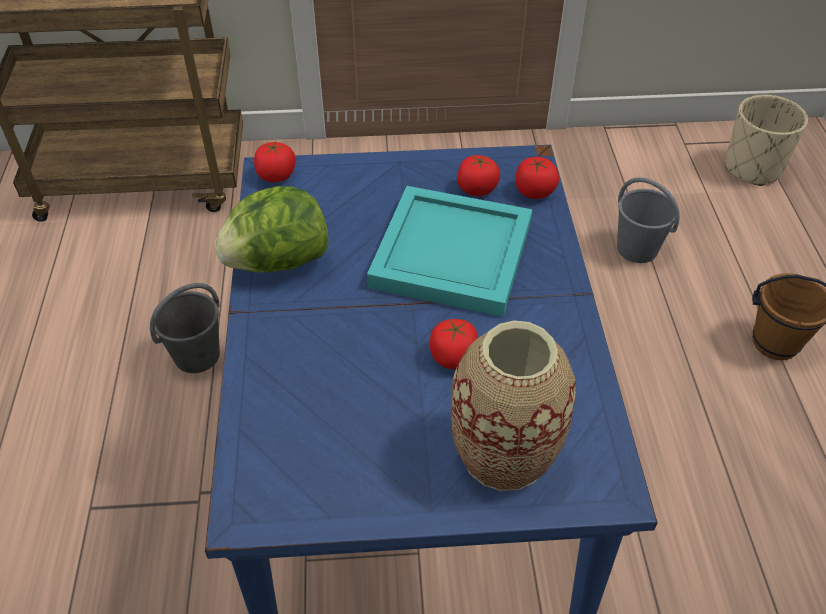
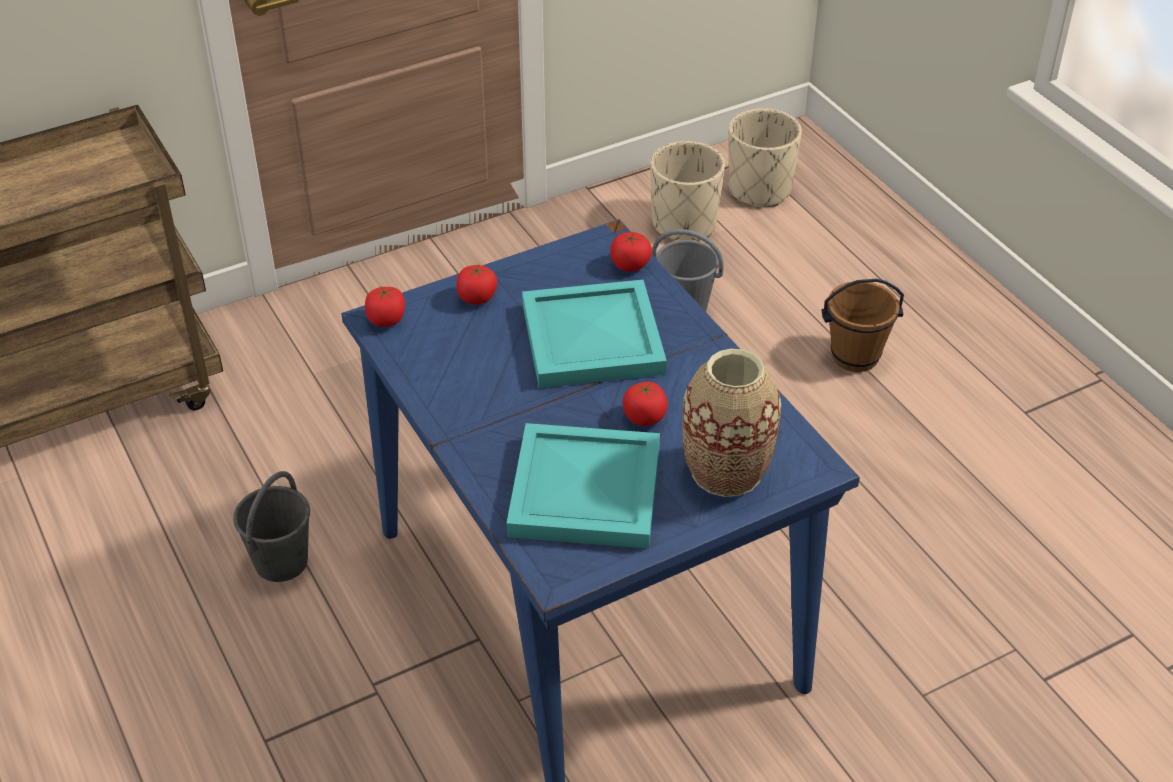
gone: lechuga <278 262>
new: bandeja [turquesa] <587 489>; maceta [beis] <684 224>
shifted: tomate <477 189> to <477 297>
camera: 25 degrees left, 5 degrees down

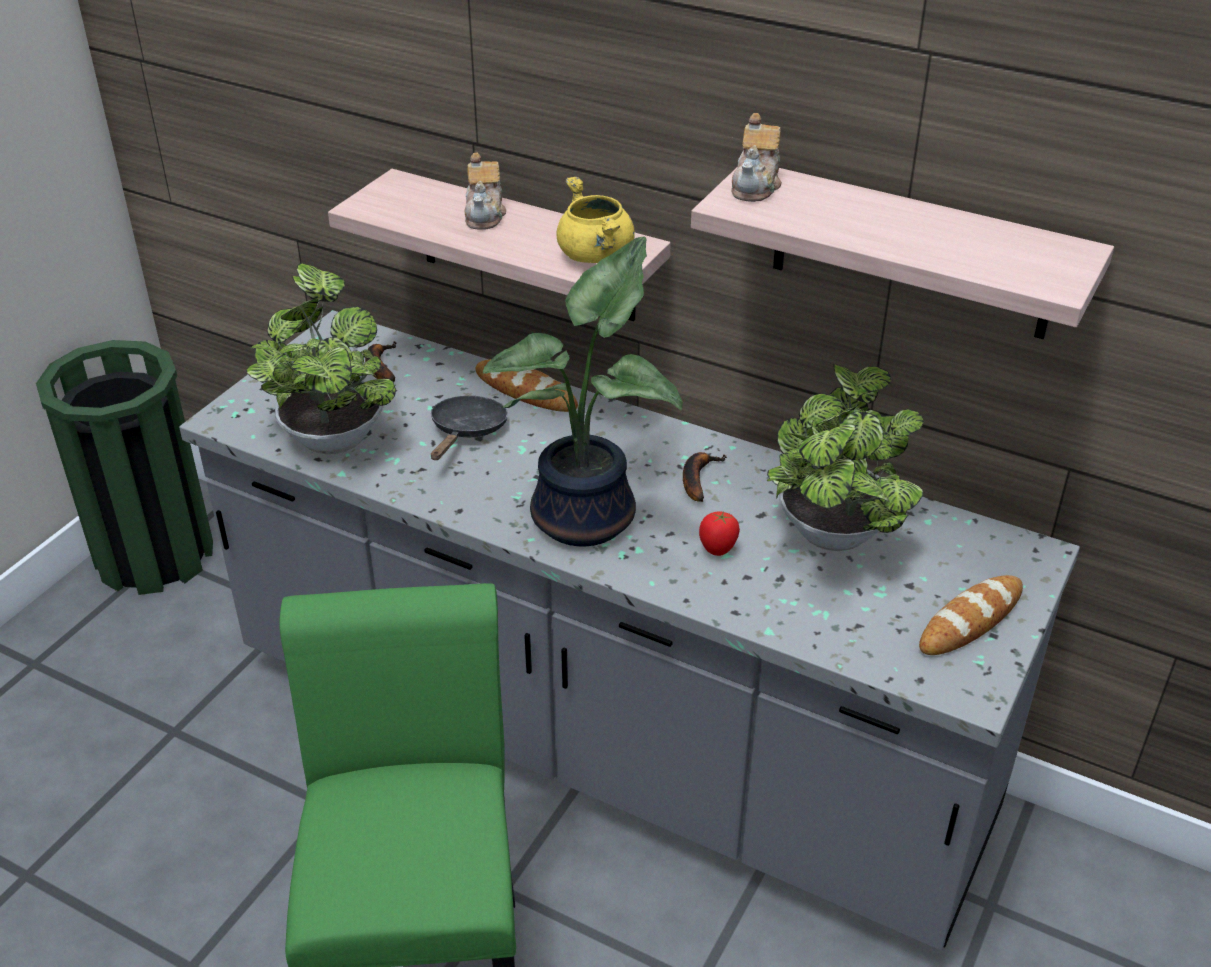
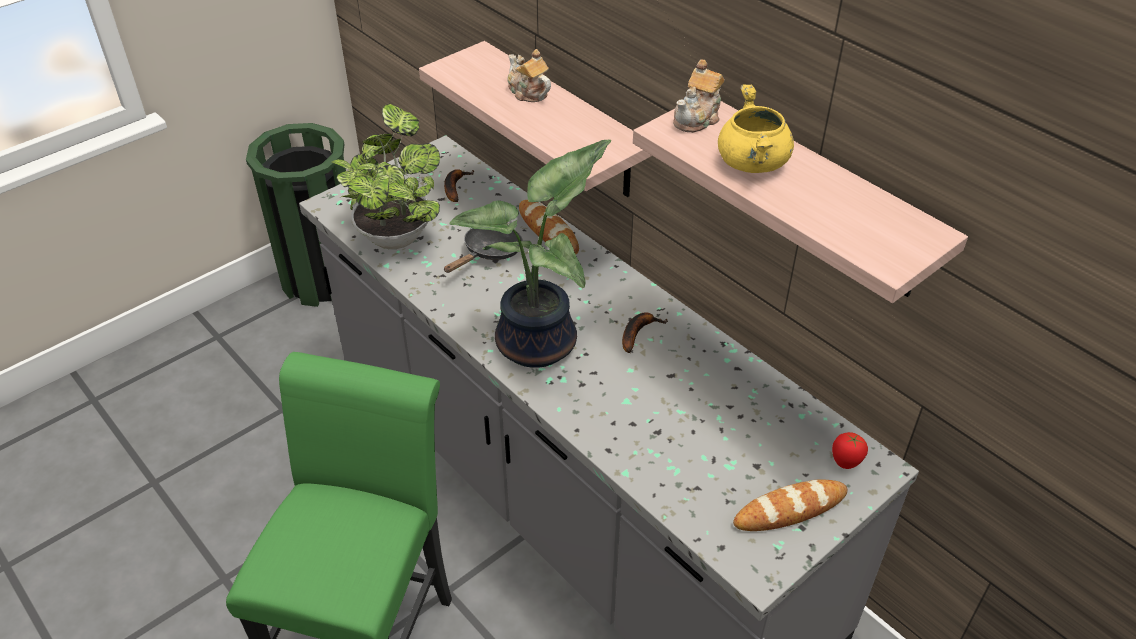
gone: planta en maceta <832 538>
shifted: olla [amarillo] <596 256> to <753 163>; tomate <717 550> to <845 463>
rotated: tetera <485 215> = <528 92> 120 degrees clockwise
camera: 20 degrees right, 5 degrees up

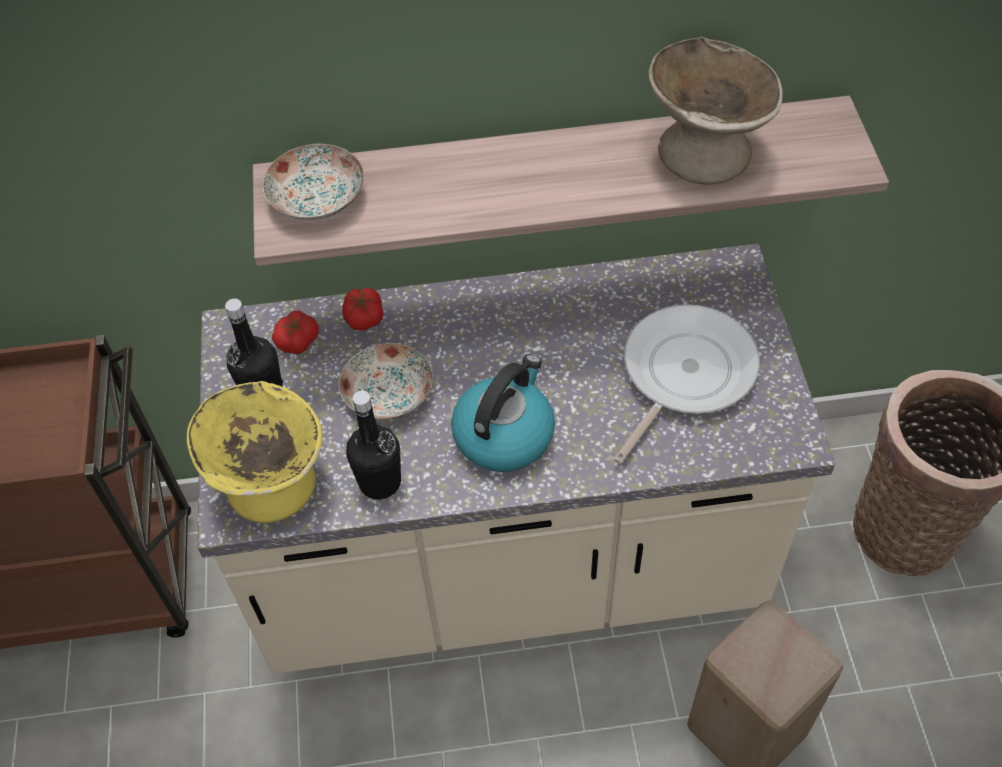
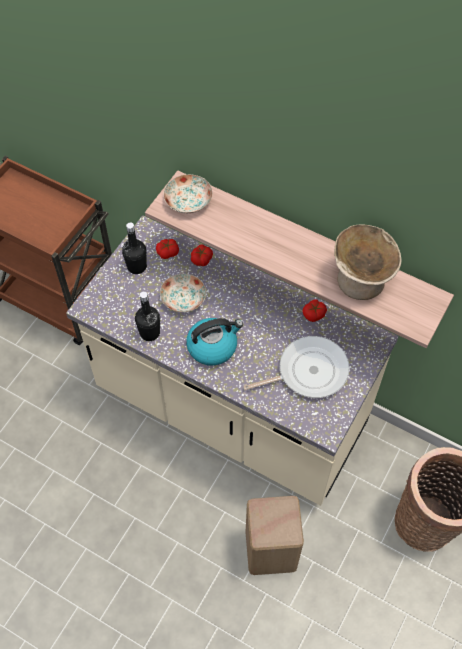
gone: cuenco [amarillo] <270 484>
new: tomate <314 314>
camera: 35 degrees right, 5 degrees up

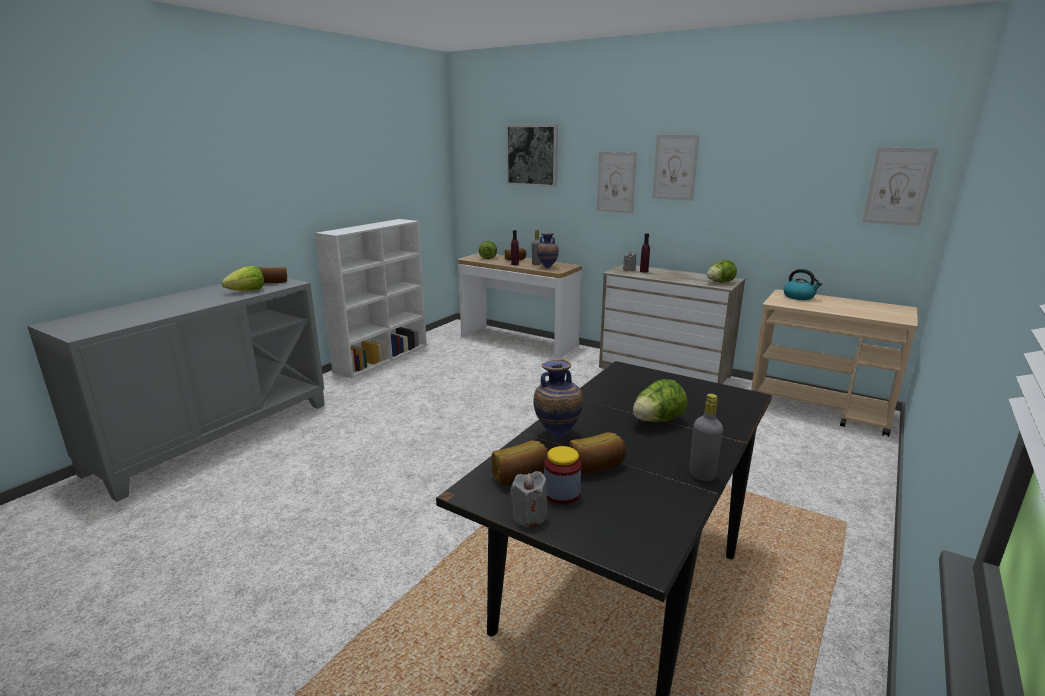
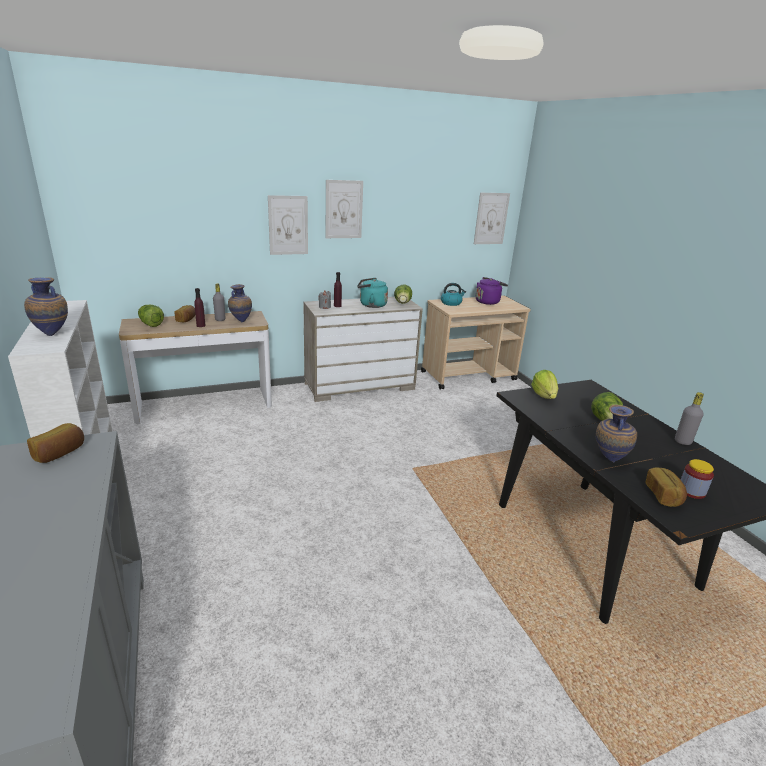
gone: cuadro <532 155>; vela [gris] <529 516>; pan <597 466>
new: florero <53 334>; hervidor [turquesa] <371 305>; hervidor [morado] <488 302>
shifted: lechuga <247 291> to <544 396>
camera: 55 degrees left, 5 degrees up

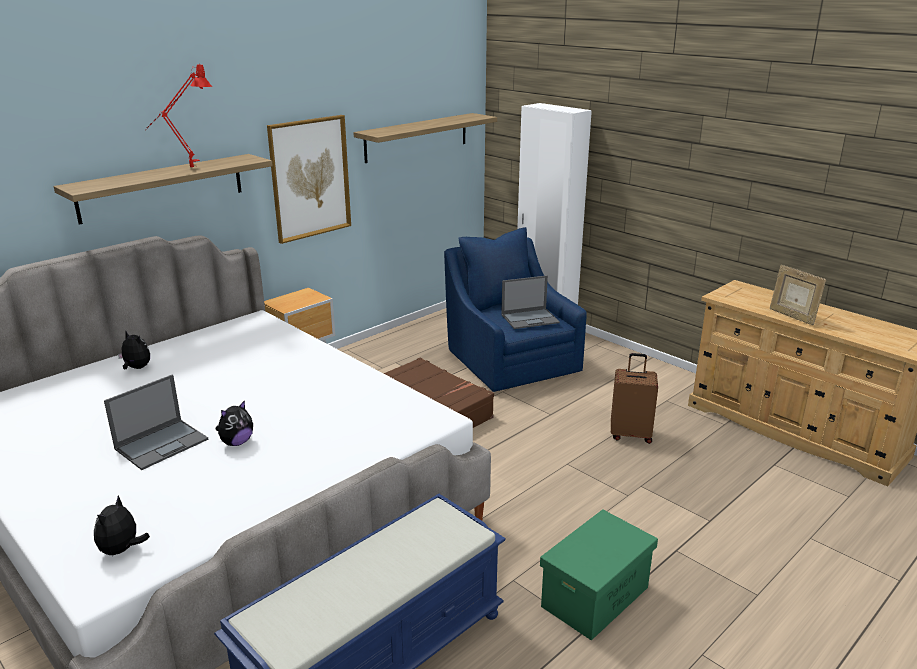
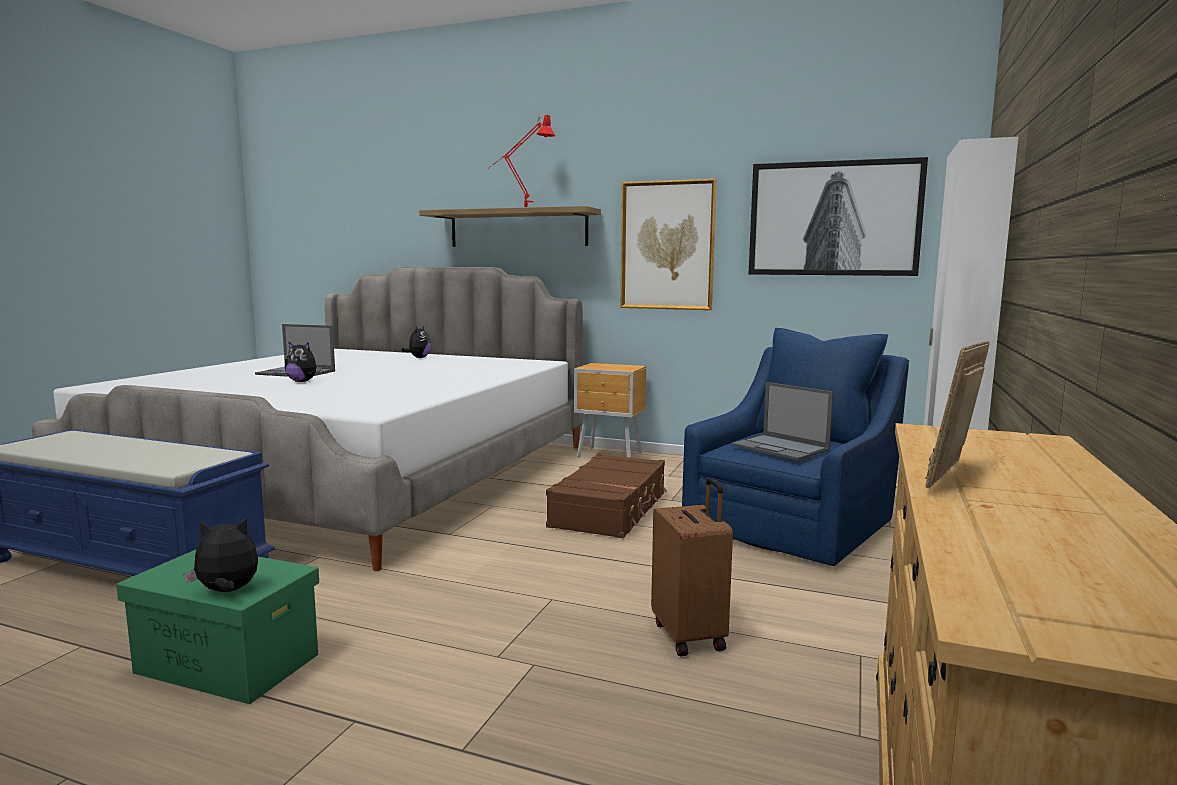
shifted: peluche <122 550> to <227 591>
swapped: estante <417 137> to cuadro <833 219>
camera: 65 degrees right, 15 degrees down

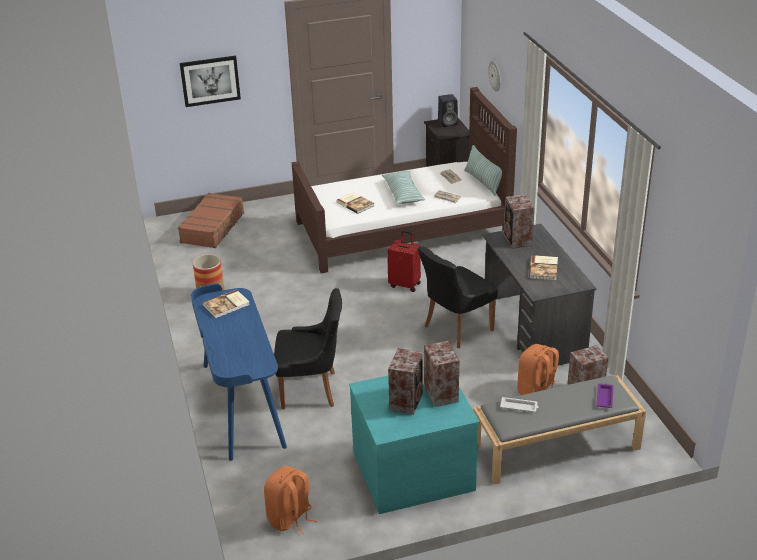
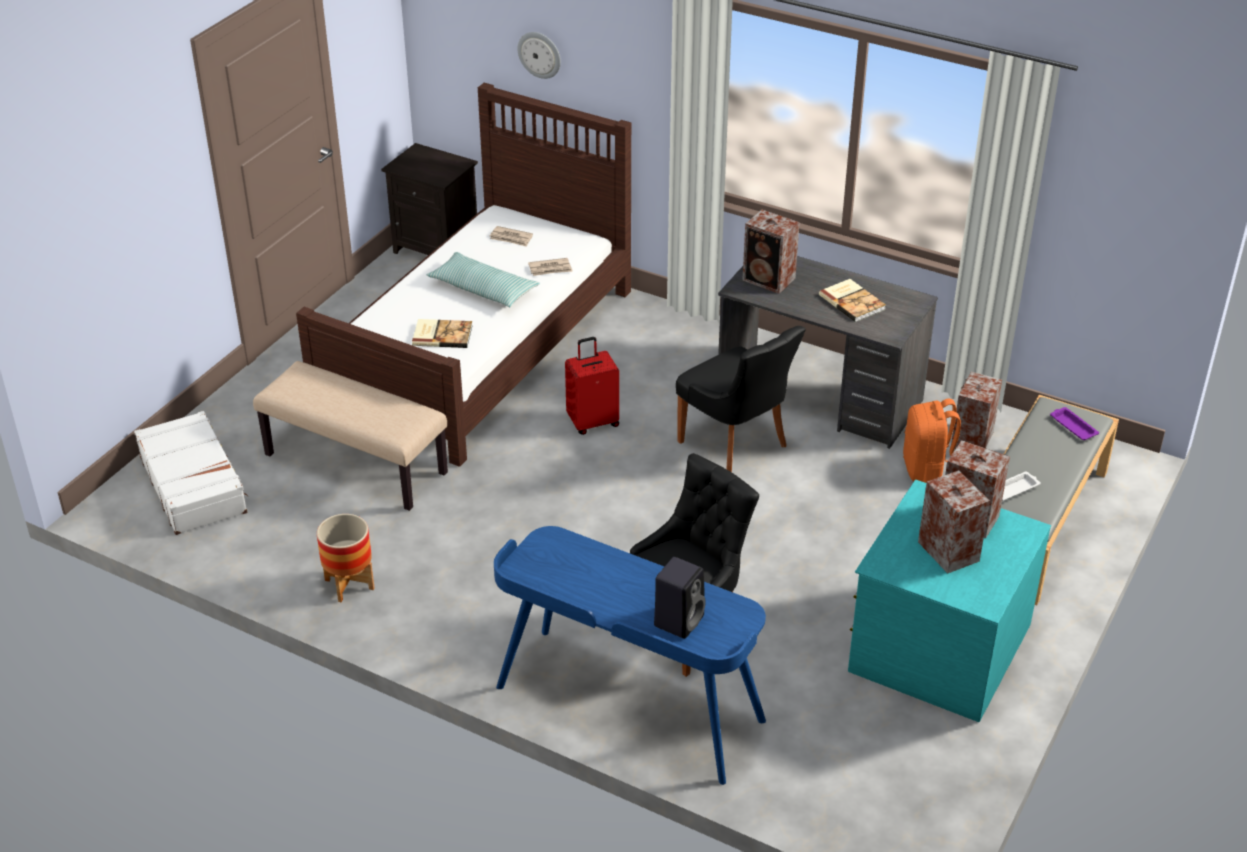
gone: cuadro <210 80>; libro <227 305>; mochila [naranja] <290 518>; cojín <483 182>
new: banco [beis] <357 463>
shifted: altavoz [negro] <448 123> to <679 620>
repainted: maleta [marrón] <213 228> to maleta [blanco] <194 484>
rotated: silla [negro] <456 328> = <736 445> 45 degrees counterclockwise
camera: 45 degrees left, 5 degrees up

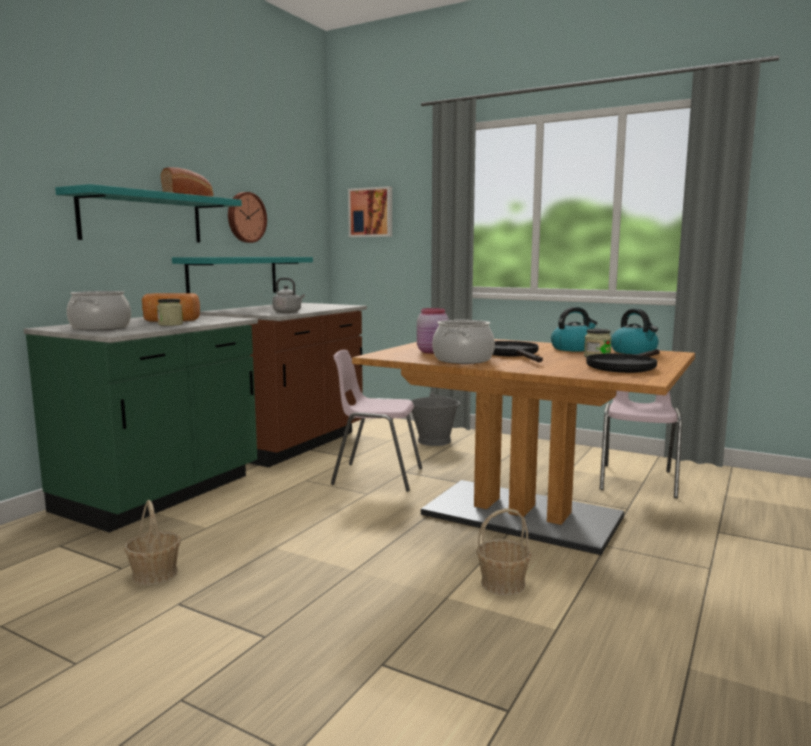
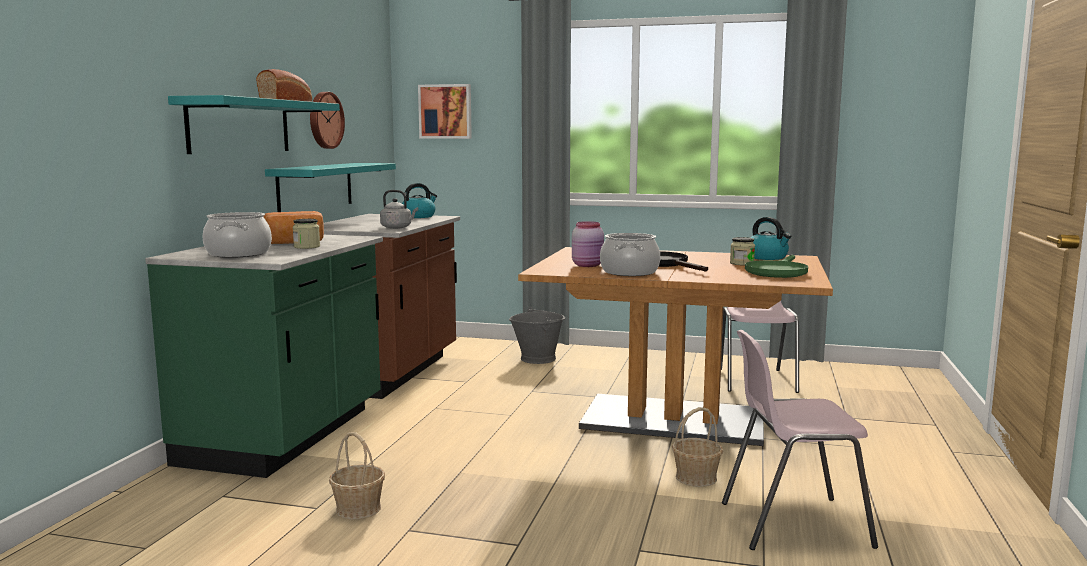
shifted: silla [rosa] <376 476> to <792 523>; hervidor <573 348> to <418 216>
repainted: sartén [negro] <624 366> to sartén [verde] <777 271>
camera: 15 degrees left, 0 degrees up

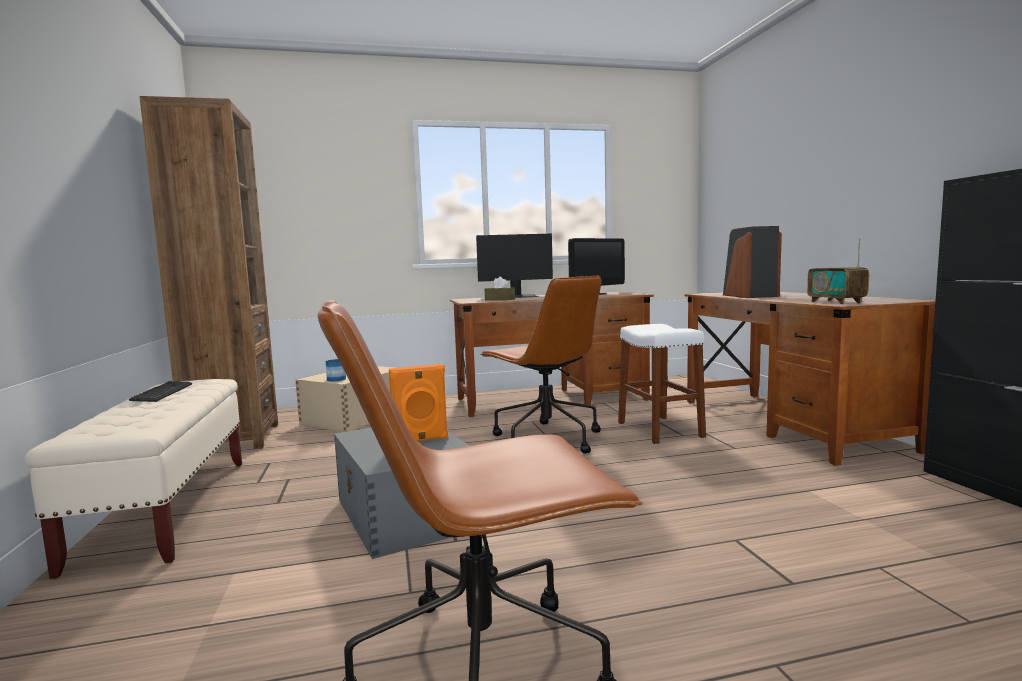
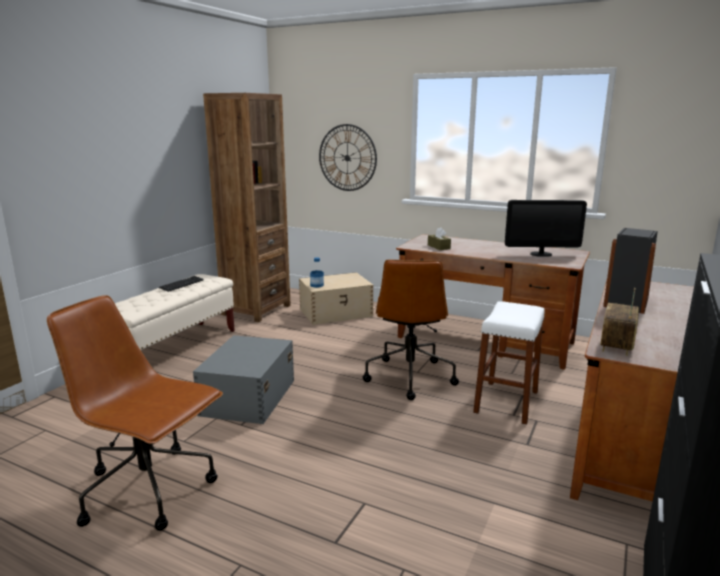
gone: altavoz [naranja] <421 440>; monitor <517 297>
new: reloj de pared <347 158>
camera: 40 degrees right, 10 degrees up

